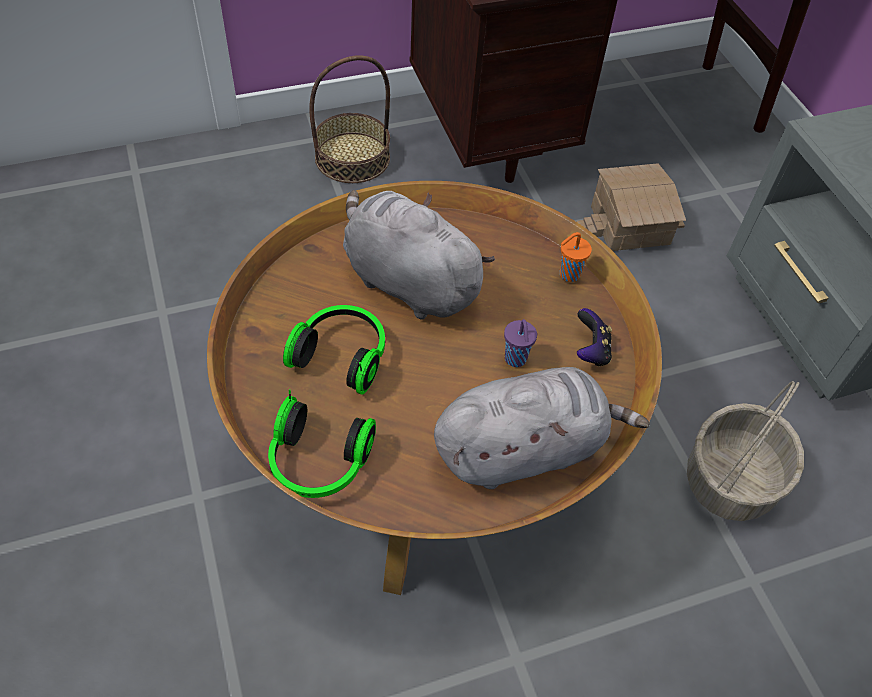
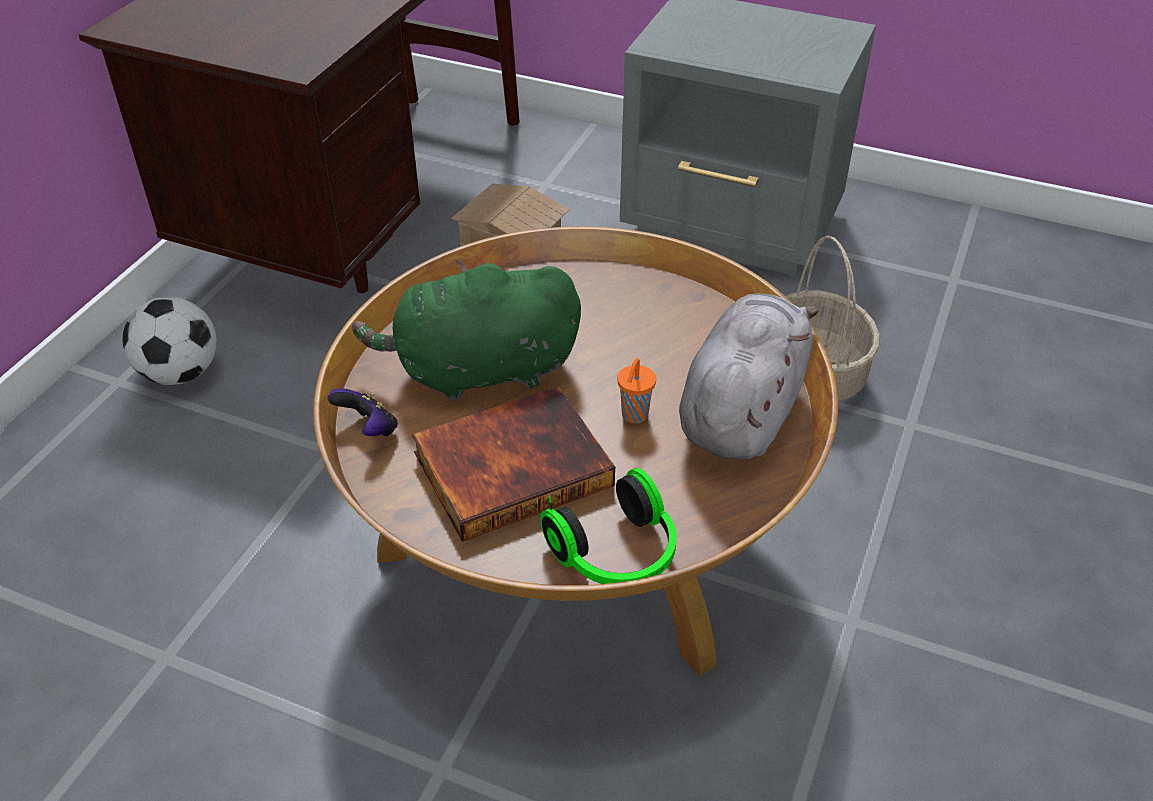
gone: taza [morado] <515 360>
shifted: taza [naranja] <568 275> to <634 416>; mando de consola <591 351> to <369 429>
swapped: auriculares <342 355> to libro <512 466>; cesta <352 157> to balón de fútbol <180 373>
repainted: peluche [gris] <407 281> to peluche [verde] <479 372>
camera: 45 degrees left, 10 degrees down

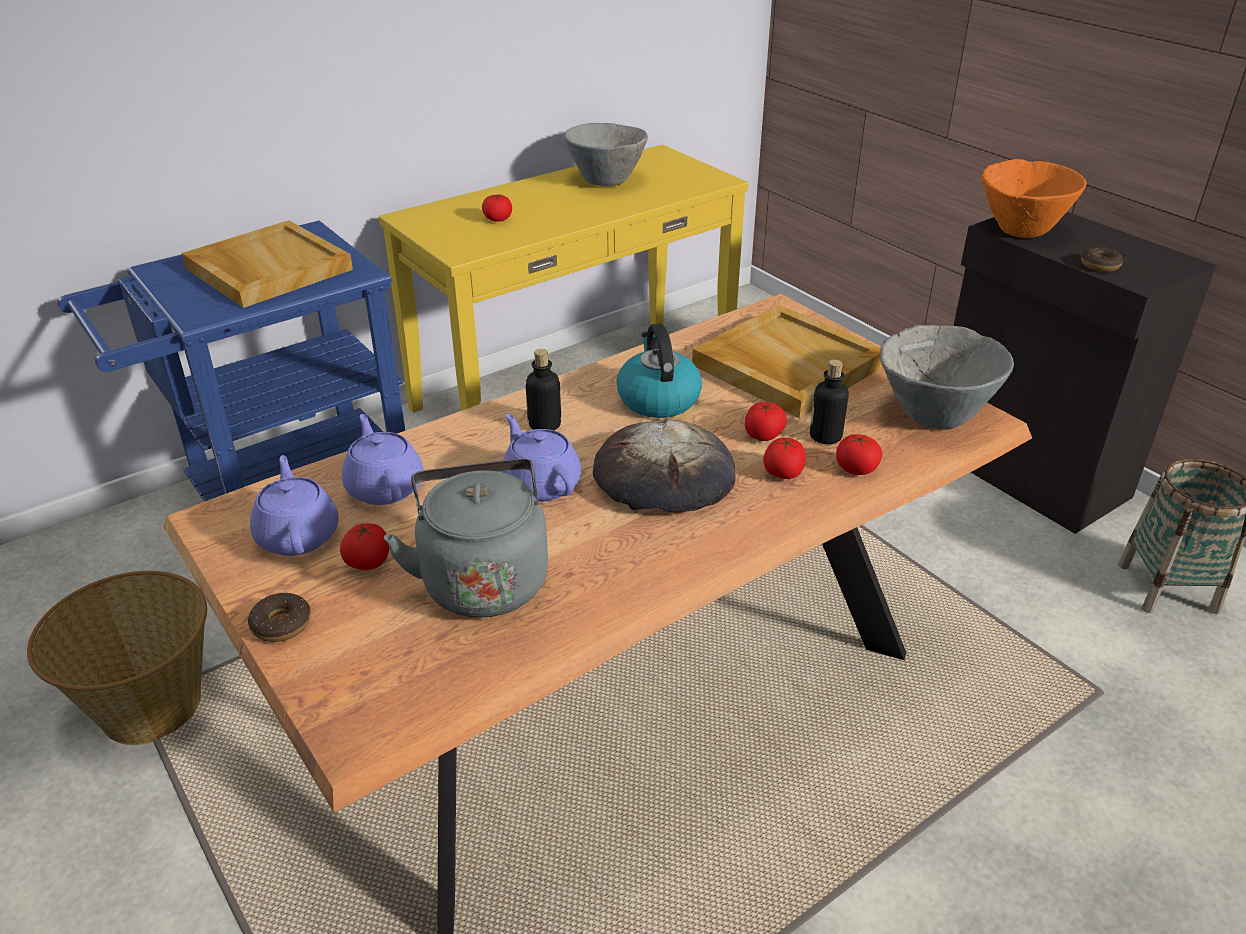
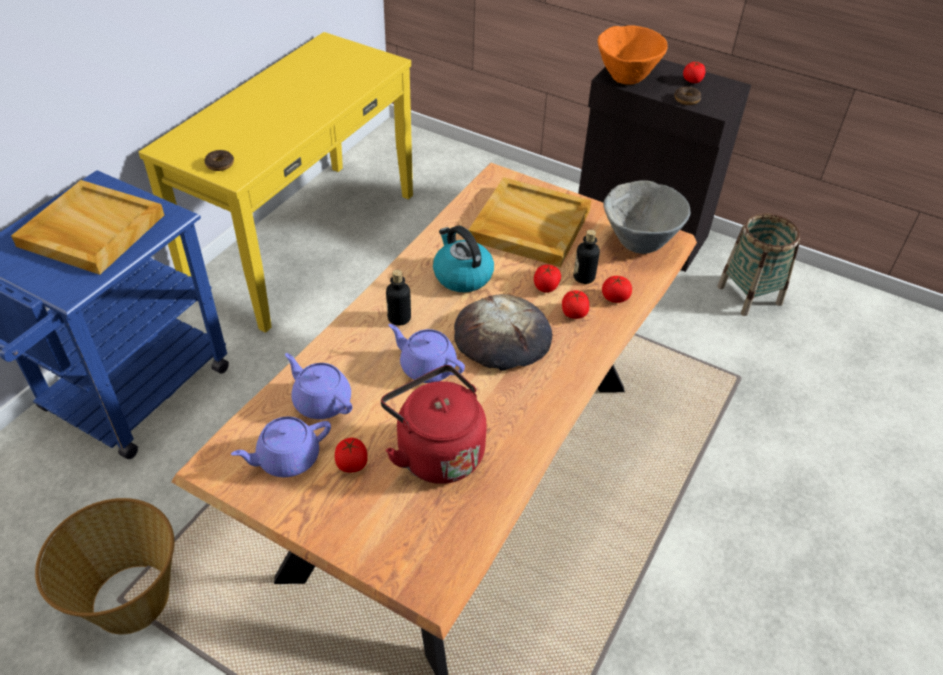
gone: cuenco [gris] <606 181>
shifted: rosquilla <281 624> to <220 164>; tomate <497 219> to <692 80>
repainted: hervidor [gris] <483 579> to hervidor [rojo] <436 451>
rotated: tetera [morado] <298 535> = <287 458> 75 degrees counterclockwise
camera: 25 degrees left, 10 degrees up

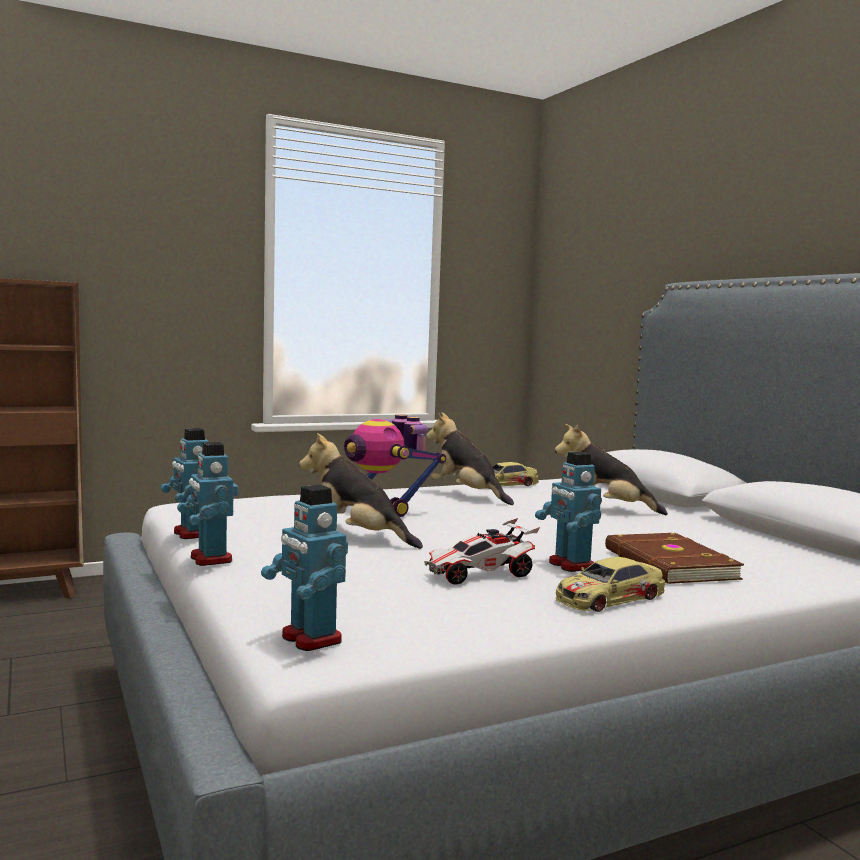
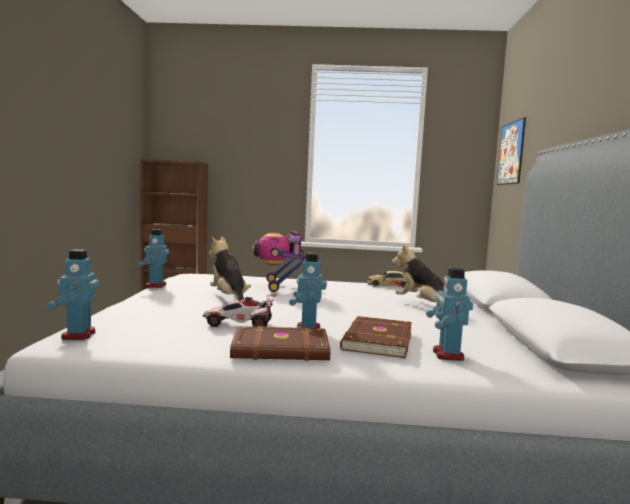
gone: peluche <467 495>
new: cuadro <511 153>
shifted: robot de juguete <210 559> to <447 355>
swapped: coche de juguete <609 598> to libro [marrón] <281 349>
camera: 30 degrees right, 0 degrees up

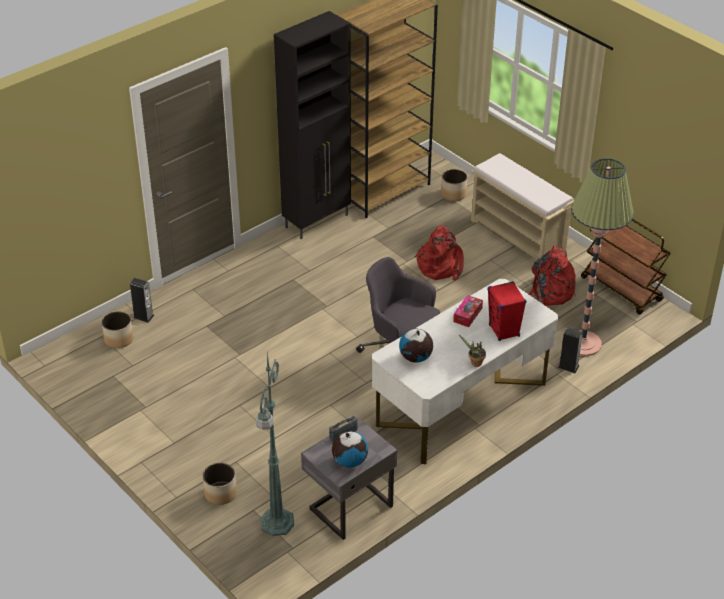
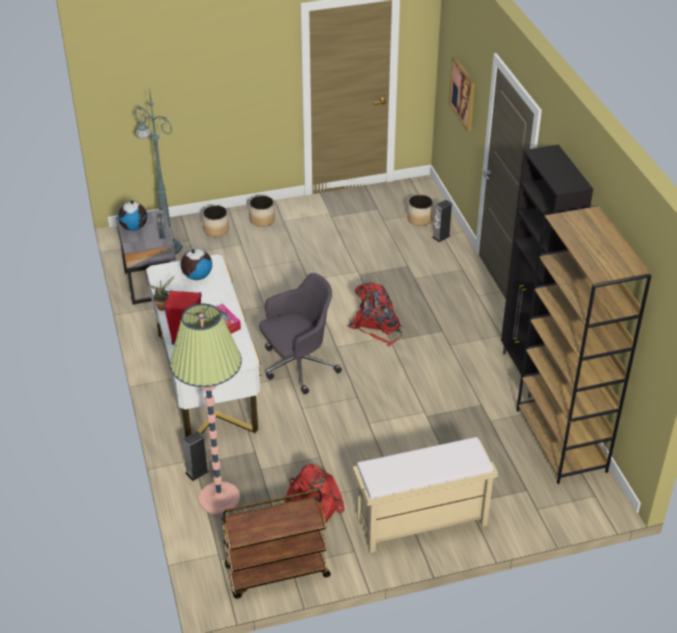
new: cuadro <463 93>
shifted: mochila [rojo] <440 266> to <377 326>; maceta <453 194> to <262 220>
camera: 115 degrees right, 0 degrees up

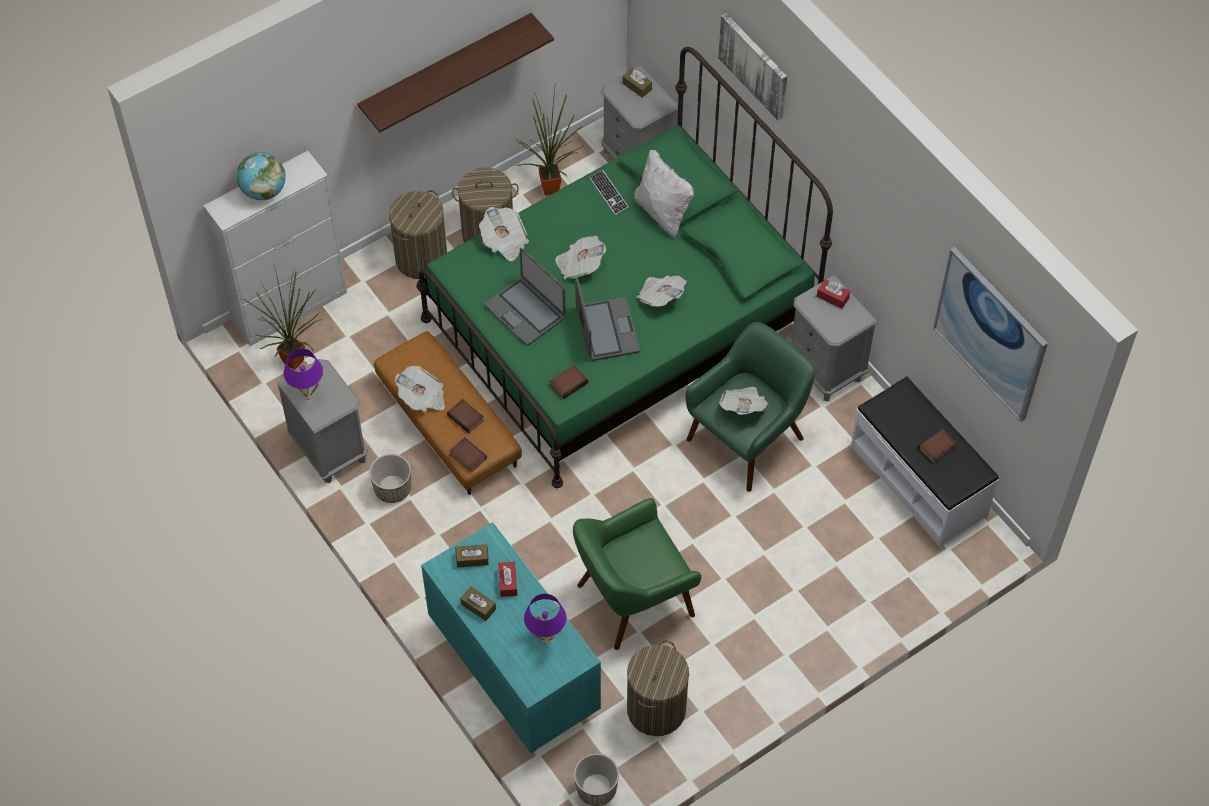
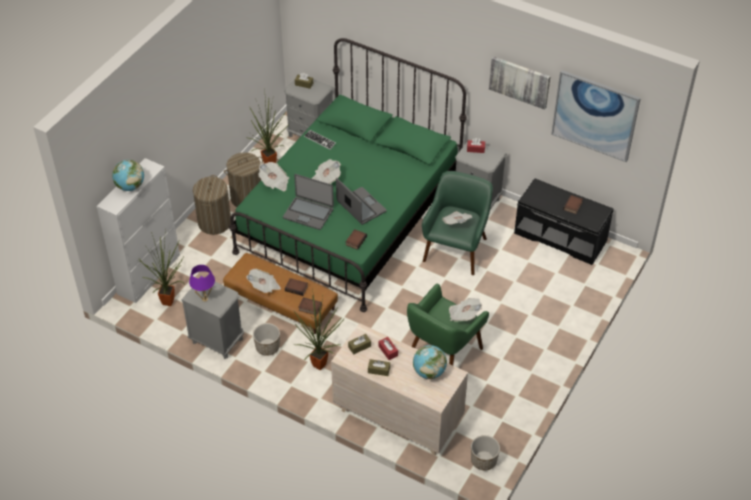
gone: estante <446 69>; cesto de la ropa <656 709>; cojín [blanco] <662 213>
new: planta en maceta <321 364>
shifted: periódico <660 297> to <463 315>; cuadro <754 65> to <519 81>
swapped: lámpara de mesa [morado] <546 639> to globo terráqueo <429 372>
repainted: cómoda [turquesa] <513 671> to cómoda [beis] <397 417>; banco [blanco] <919 480> to banco [negro] <560 236>
camera: 25 degrees left, 10 degrees down

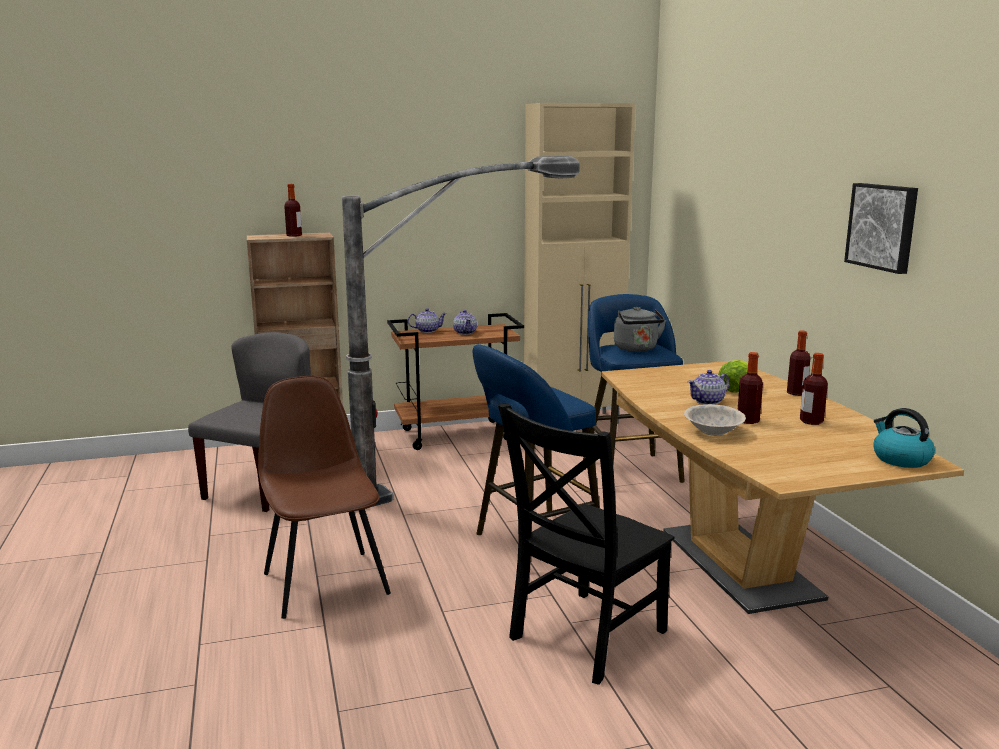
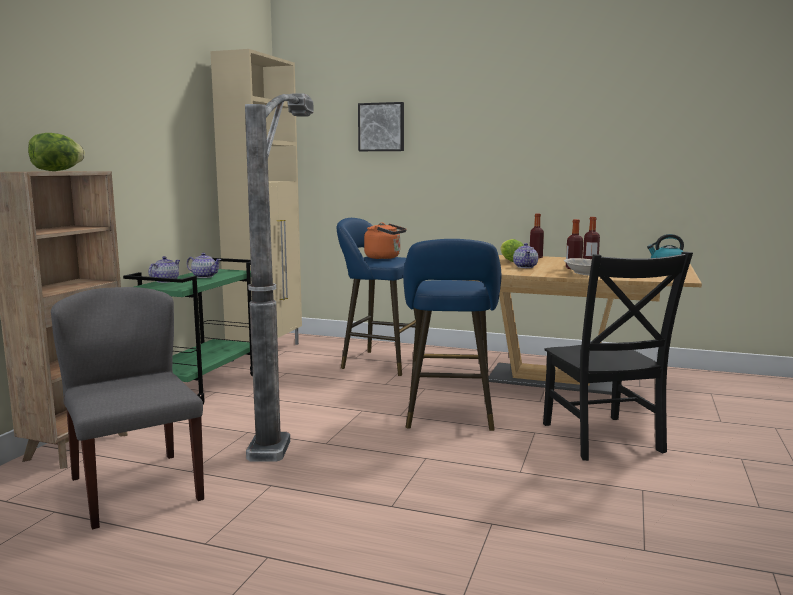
gone: silla [marrón] <325 582>
shifted: cuadro <883 226> to <381 127>
swapped: botella <294 235> to lechuga <57 171>
repainted: carrito [marrón] <457 434> to carrito [verde] <203 386>; hervidor [gris] <637 349> to hervidor [naranja] <385 257>
camera: 55 degrees left, 5 degrees down

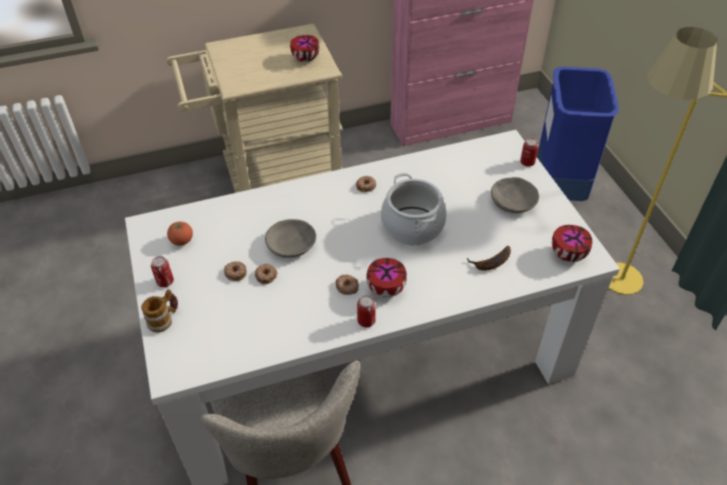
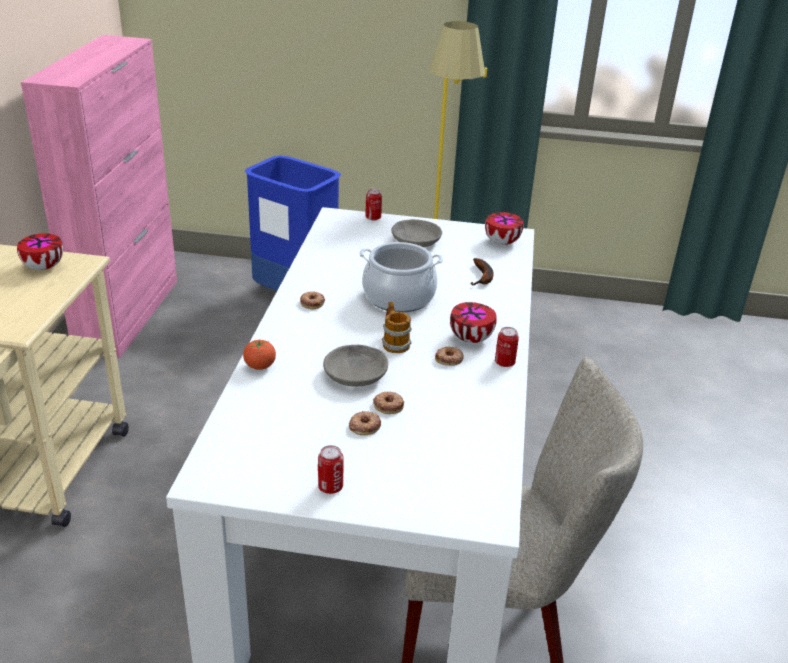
shifted: taza grande <164 319> to <394 342>; tomate <182 241> to <260 366>
camera: 65 degrees left, 15 degrees down

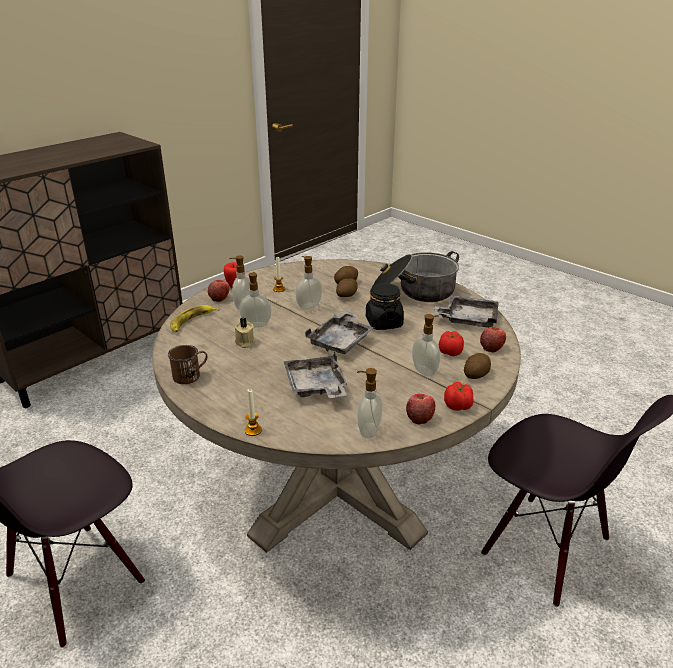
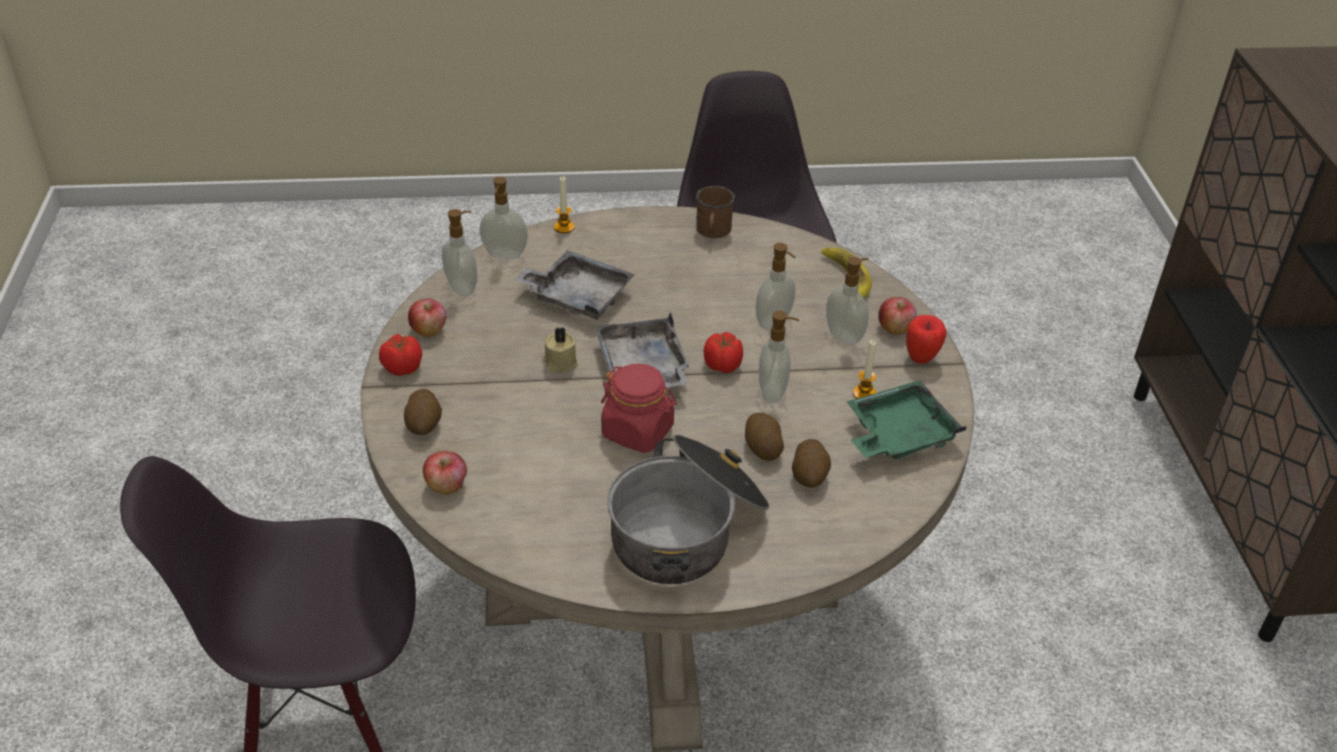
gone: bandeja [gris] <468 319>
new: bandeja [verde] <898 435>
shifted: vela [beis] <244 342> to <560 362>; dispensador de jabón <425 371> to <504 255>; tomate <450 352> to <723 366>
repainted: tarro [negro] <383 323> to tarro [rojo] <638 431>
camera: 130 degrees right, 10 degrees up

